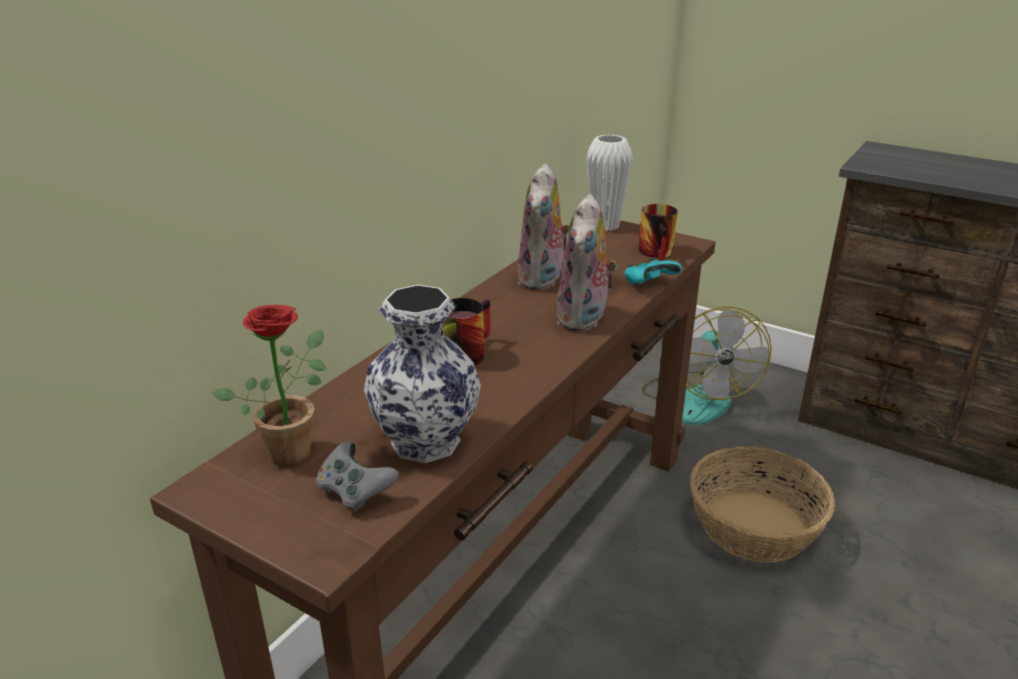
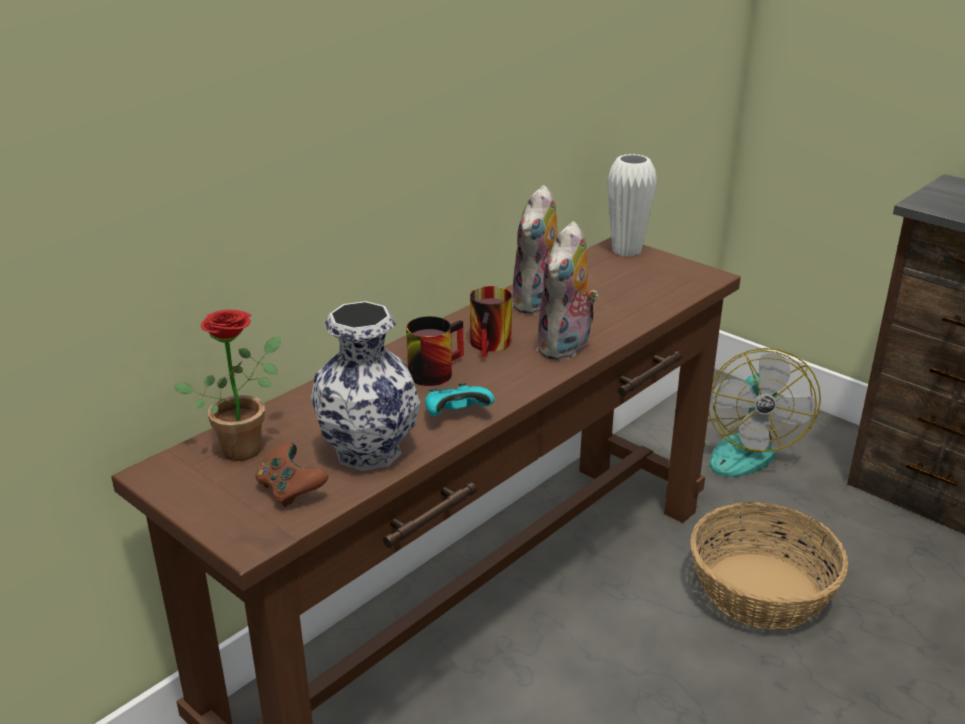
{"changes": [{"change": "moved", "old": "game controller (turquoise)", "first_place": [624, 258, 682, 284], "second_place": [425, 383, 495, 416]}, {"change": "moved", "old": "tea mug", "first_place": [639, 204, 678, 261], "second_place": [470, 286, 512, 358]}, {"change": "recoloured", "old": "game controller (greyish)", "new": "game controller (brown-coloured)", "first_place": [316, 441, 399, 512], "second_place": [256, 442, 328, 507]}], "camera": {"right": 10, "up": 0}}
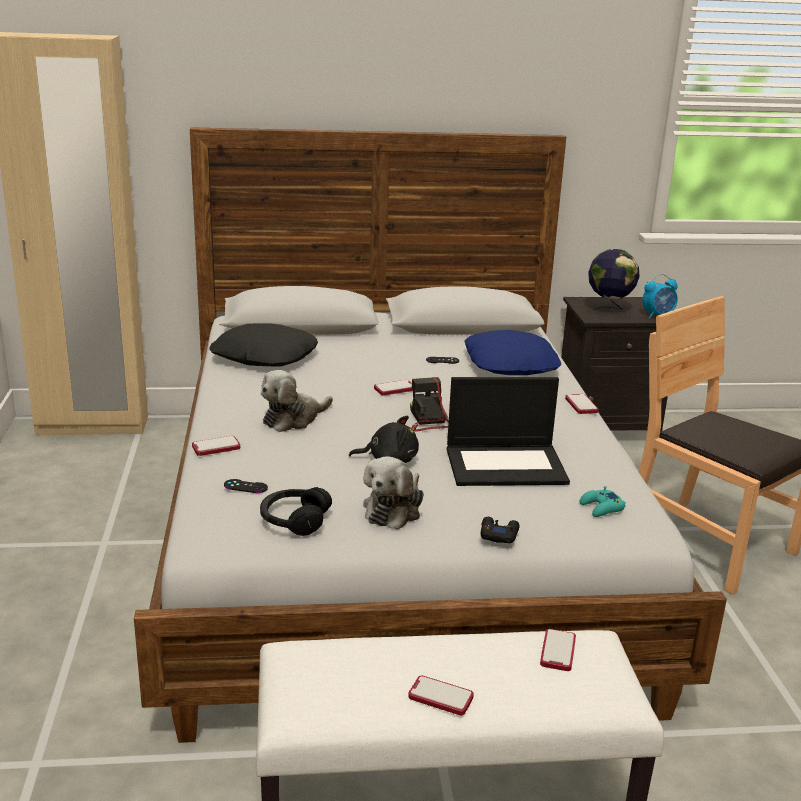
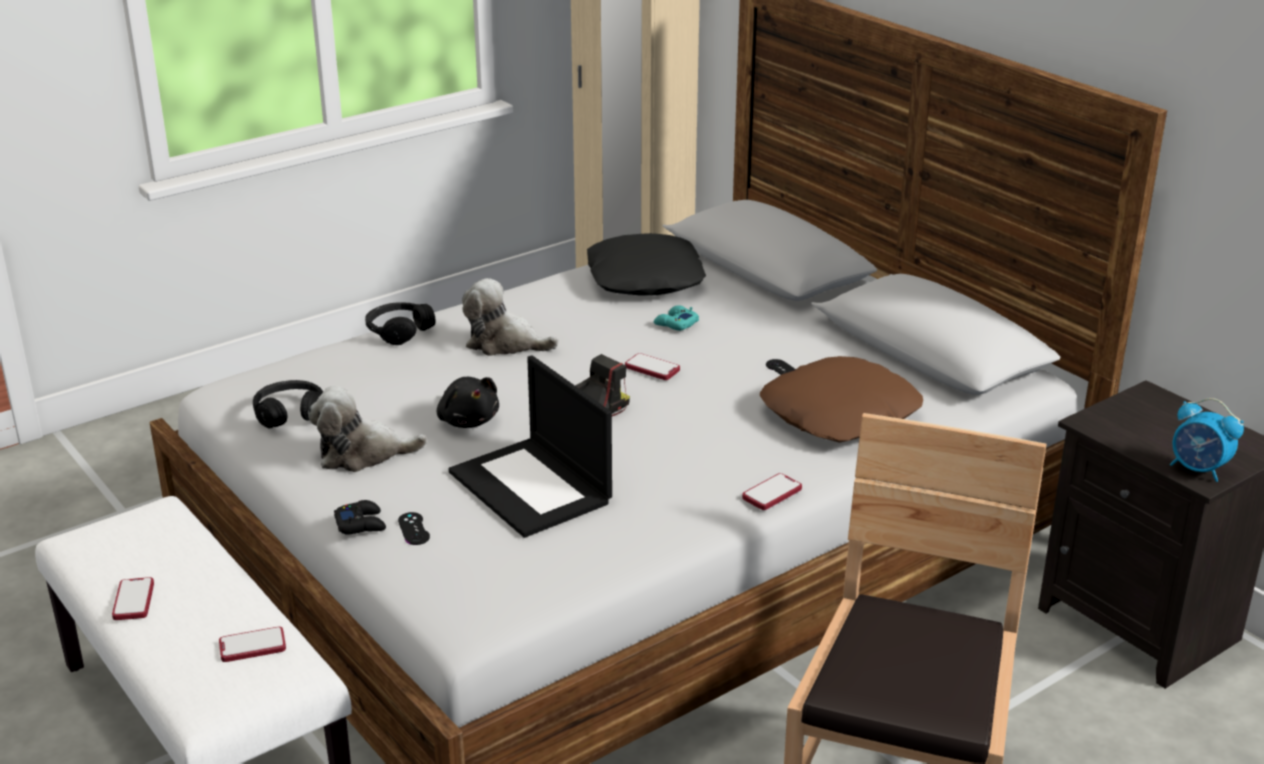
{"changes": [{"change": "removed", "old": "desk globe", "first_place": [588, 249, 640, 318]}, {"change": "moved", "old": "game controller (black)", "first_place": [224, 479, 268, 493], "second_place": [398, 512, 430, 545]}, {"change": "moved", "old": "game controller (turquoise)", "first_place": [579, 486, 626, 517], "second_place": [654, 305, 699, 331]}, {"change": "replaced", "old": "phone", "new": "headset (black)", "first_place": [192, 436, 240, 456], "second_place": [365, 302, 436, 345]}, {"change": "recoloured", "old": "cushion (blue)", "new": "cushion (brown-coloured)", "first_place": [465, 330, 562, 375], "second_place": [760, 356, 923, 443]}], "camera": {"right": 60, "up": 5}}
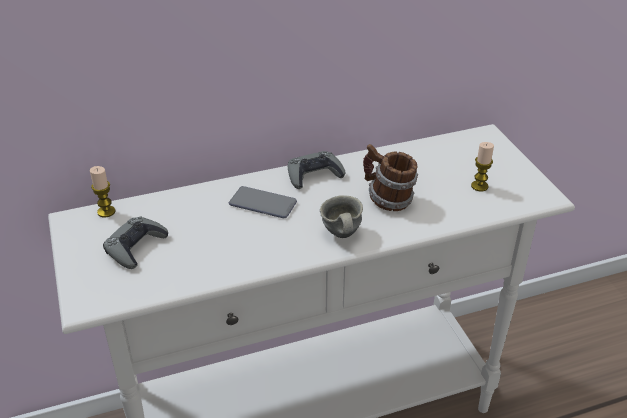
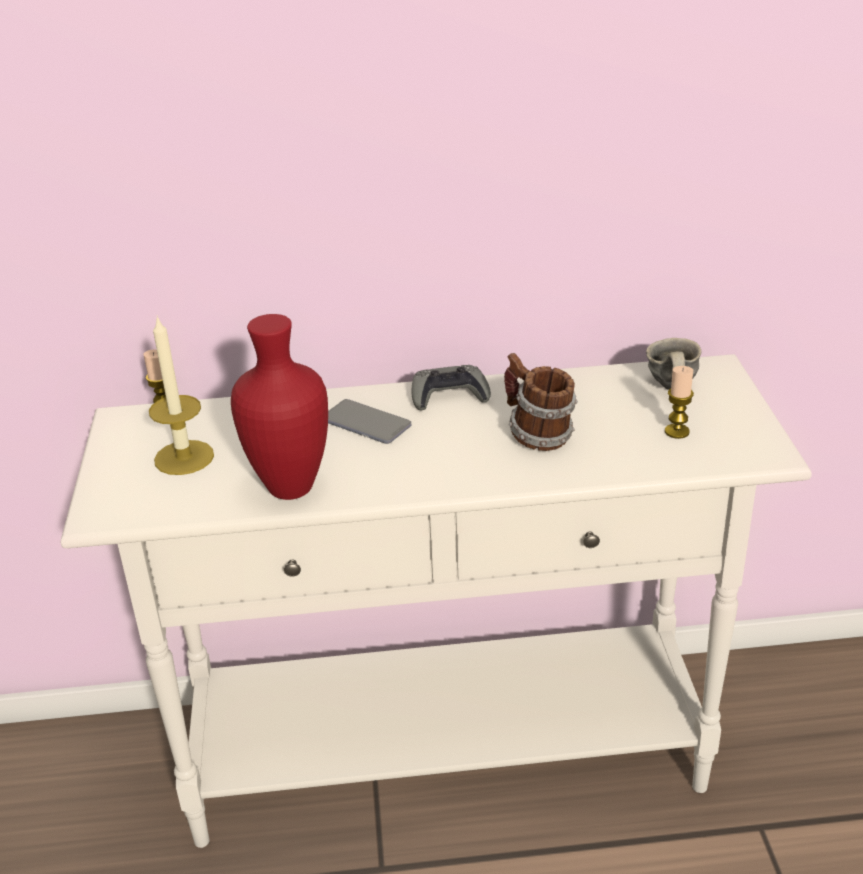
{"changes": [{"change": "added", "new": "decorative vase (reddish)", "second_place": [231, 314, 328, 500]}, {"change": "moved", "old": "tea mug (greyish)", "first_place": [320, 195, 363, 238], "second_place": [646, 338, 701, 390]}, {"change": "replaced", "old": "game controller (greyish)", "new": "wax candle", "first_place": [103, 217, 168, 269], "second_place": [149, 316, 214, 475]}], "camera": {"right": 15, "up": -5}}
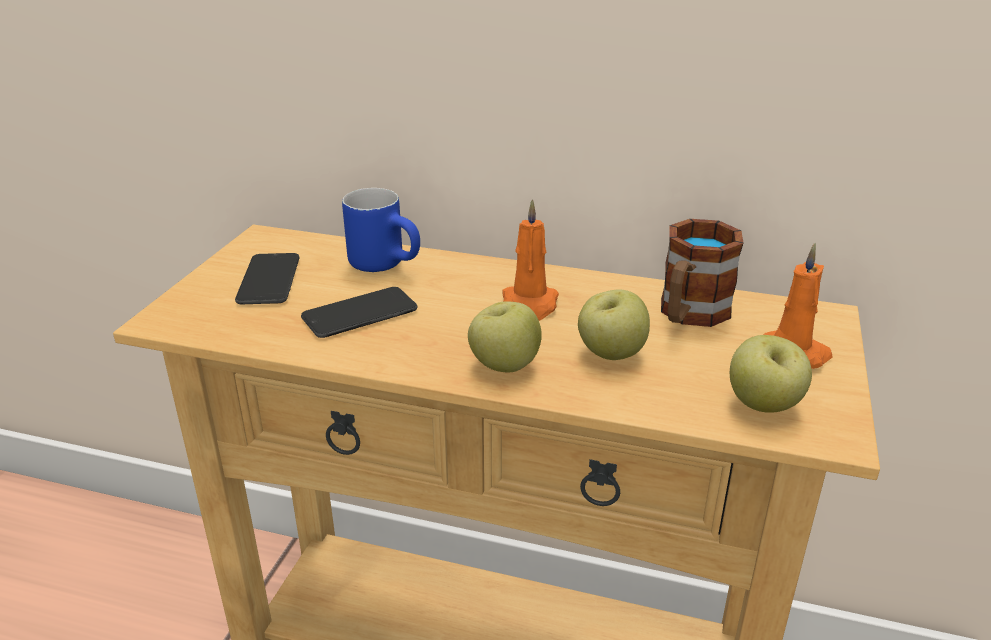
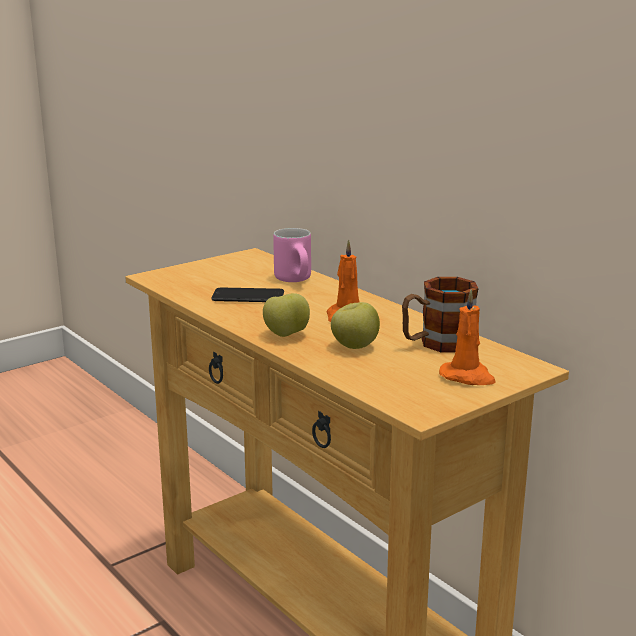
{"changes": [{"change": "removed", "old": "phone", "first_place": [235, 253, 300, 304]}, {"change": "removed", "old": "whole apple", "first_place": [730, 335, 812, 413]}, {"change": "recoloured", "old": "tea mug (blue)", "new": "tea mug (pink)", "first_place": [342, 188, 420, 272], "second_place": [273, 228, 311, 282]}], "camera": {"right": 35, "up": -10}}
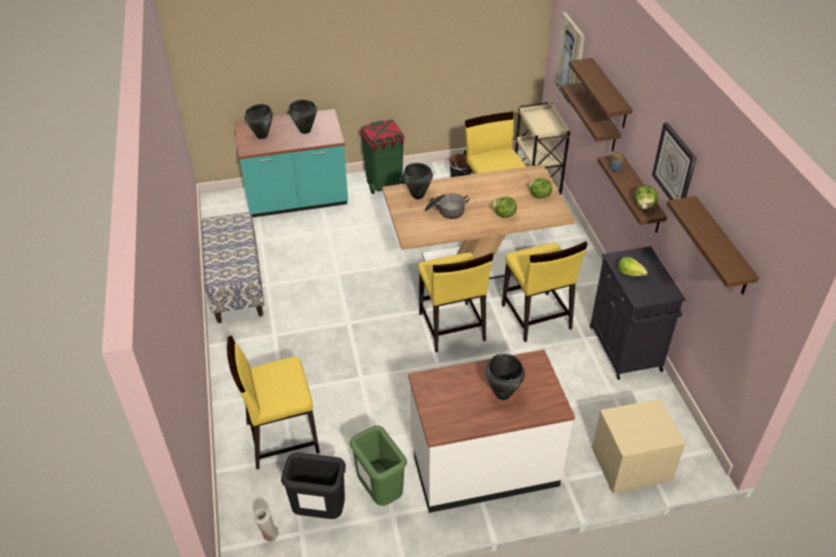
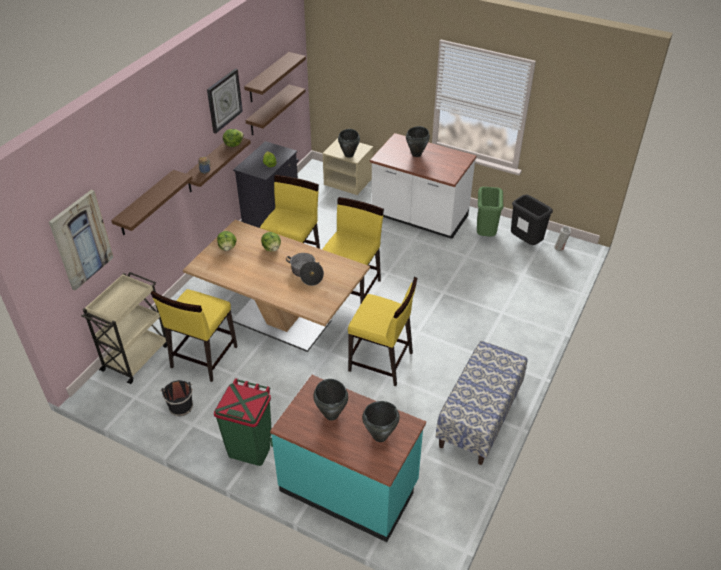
{"changes": [{"change": "moved", "old": "upright chair (yellow)", "first_place": [227, 336, 320, 470], "second_place": [348, 277, 417, 386]}, {"change": "moved", "old": "stockpot (black)", "first_place": [403, 163, 433, 199], "second_place": [338, 129, 360, 158]}, {"change": "moved", "old": "shelf (brown-coloured)", "first_place": [569, 58, 633, 128], "second_place": [245, 85, 306, 135]}], "camera": {"right": -140, "up": 0}}
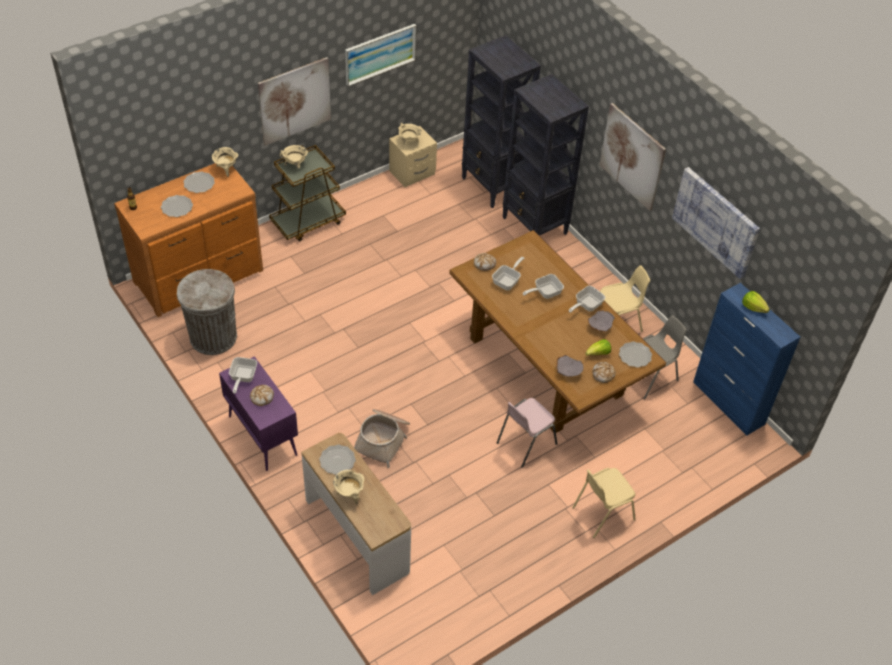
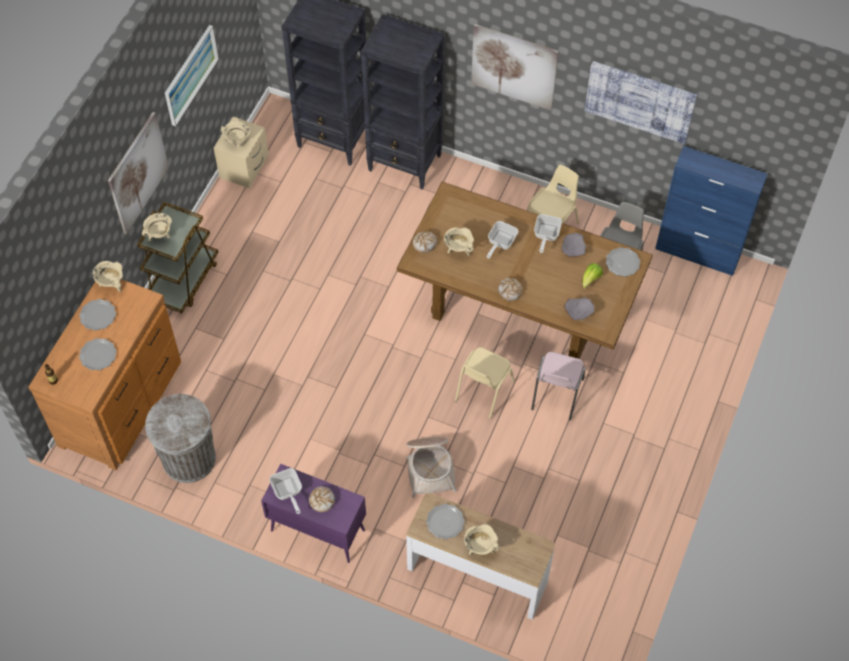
{"changes": [{"change": "removed", "old": "lettuce head", "first_place": [742, 291, 770, 313]}, {"change": "moved", "old": "upright chair (beige)", "first_place": [572, 468, 636, 538], "second_place": [455, 347, 514, 419]}, {"change": "moved", "old": "baked bread", "first_place": [592, 362, 616, 383], "second_place": [498, 278, 522, 301]}, {"change": "replaced", "old": "frying pan", "new": "stockpot (beige)", "first_place": [492, 257, 524, 290], "second_place": [444, 227, 474, 256]}], "camera": {"right": -30, "up": 10}}
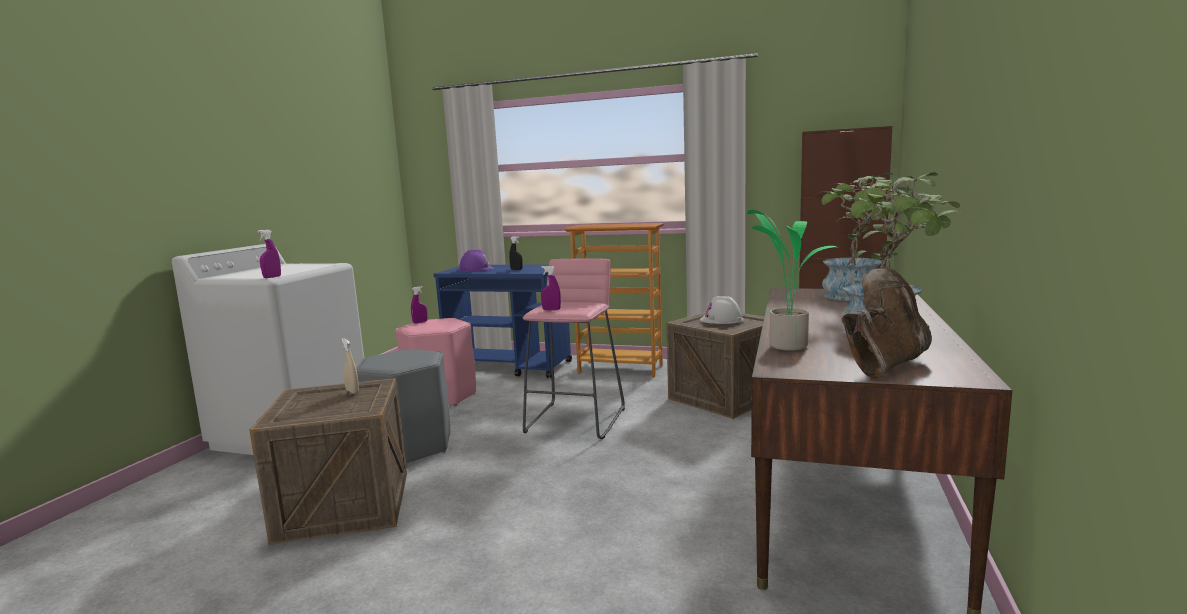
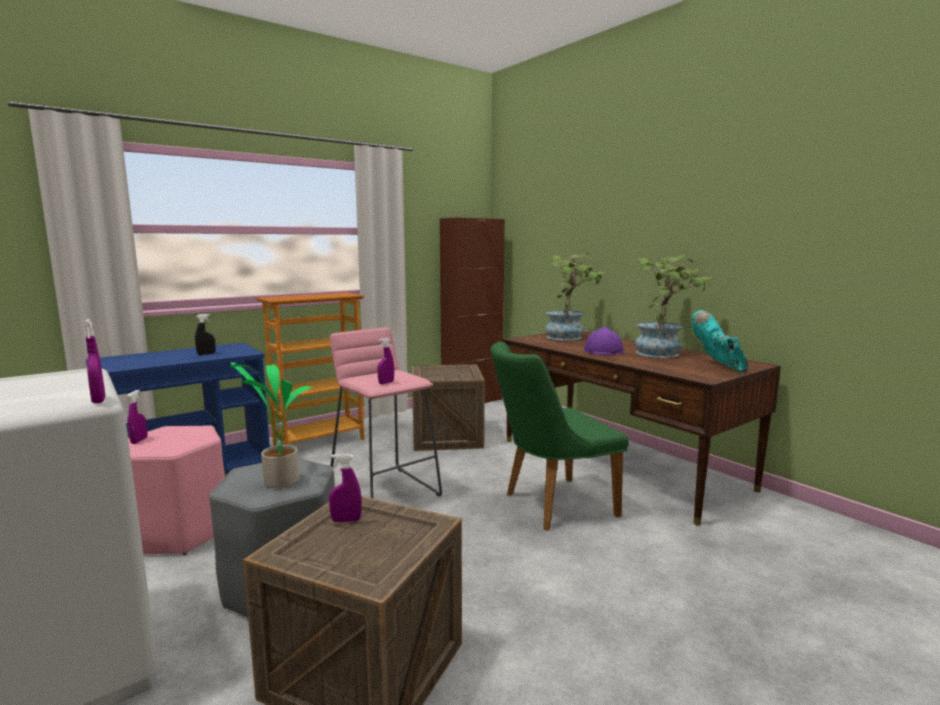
{"changes": [{"change": "removed", "old": "work helmet (whitish)", "first_place": [700, 296, 743, 324]}, {"change": "added", "new": "upright chair (greenish)", "second_place": [491, 342, 629, 531]}, {"change": "moved", "old": "work helmet (purplish)", "first_place": [458, 249, 494, 272], "second_place": [584, 327, 624, 355]}, {"change": "moved", "old": "plant in a pot", "first_place": [747, 210, 839, 351], "second_place": [230, 362, 313, 488]}, {"change": "recoloured", "old": "sprayer (beige)", "new": "sprayer (purplish)", "first_place": [341, 339, 359, 394], "second_place": [329, 454, 362, 522]}, {"change": "recoloured", "old": "tall boot (brown-coloured)", "new": "tall boot (turquoise)", "first_place": [842, 266, 932, 379], "second_place": [691, 310, 748, 373]}], "camera": {"right": -55, "up": 0}}
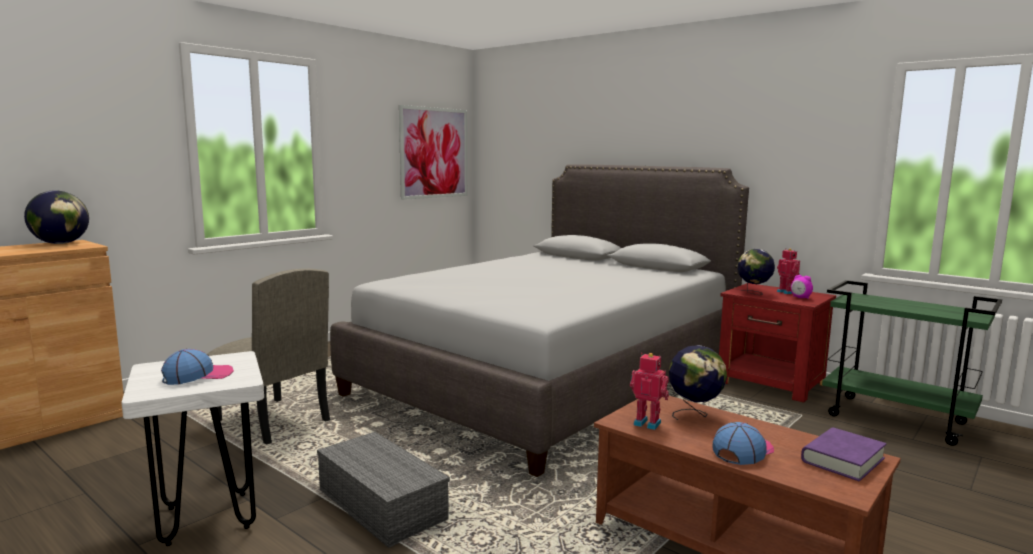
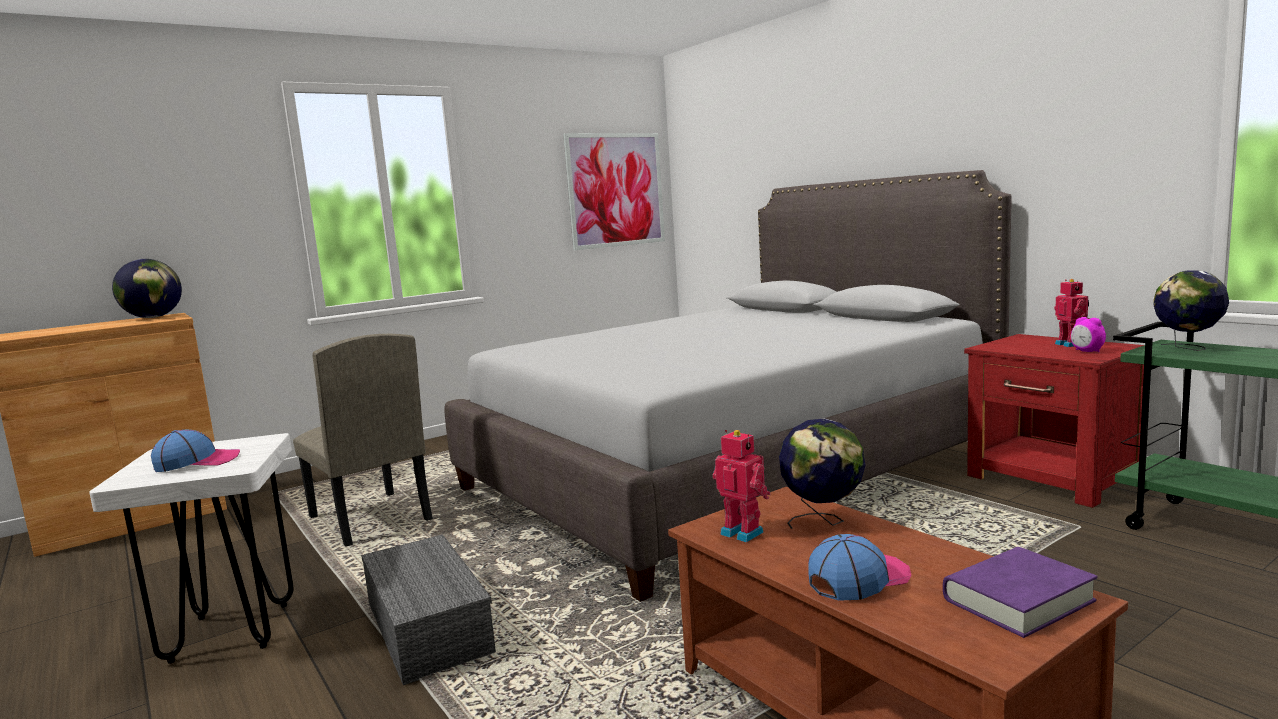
{"changes": [{"change": "moved", "old": "desk globe", "first_place": [737, 249, 775, 295], "second_place": [1154, 271, 1229, 351]}], "camera": {"right": 15, "up": 0}}
